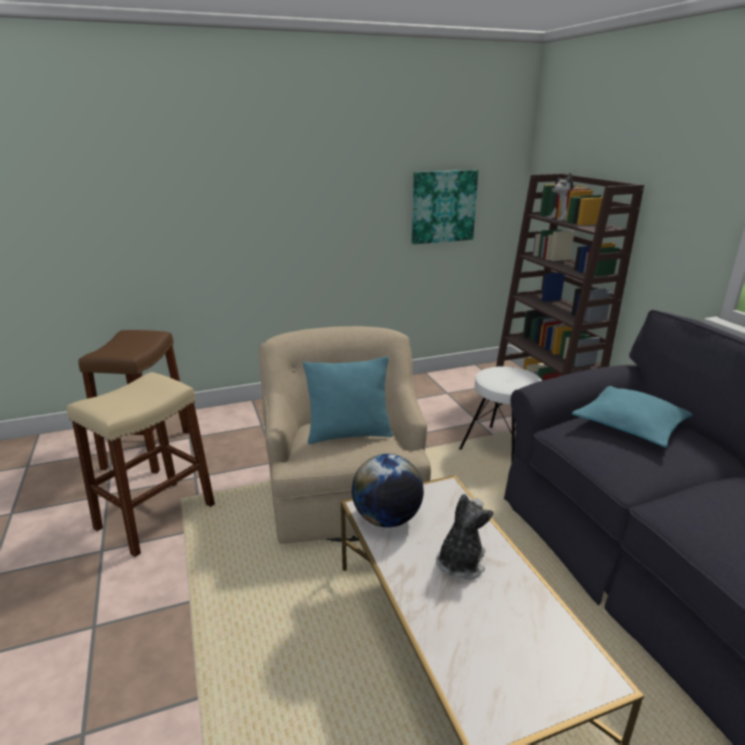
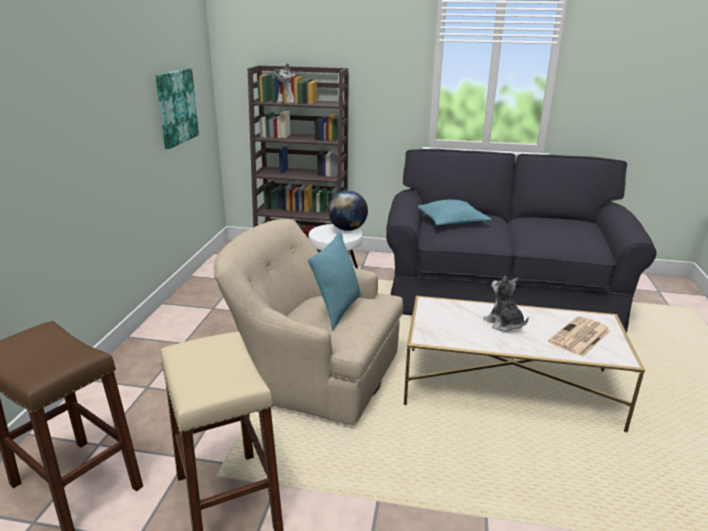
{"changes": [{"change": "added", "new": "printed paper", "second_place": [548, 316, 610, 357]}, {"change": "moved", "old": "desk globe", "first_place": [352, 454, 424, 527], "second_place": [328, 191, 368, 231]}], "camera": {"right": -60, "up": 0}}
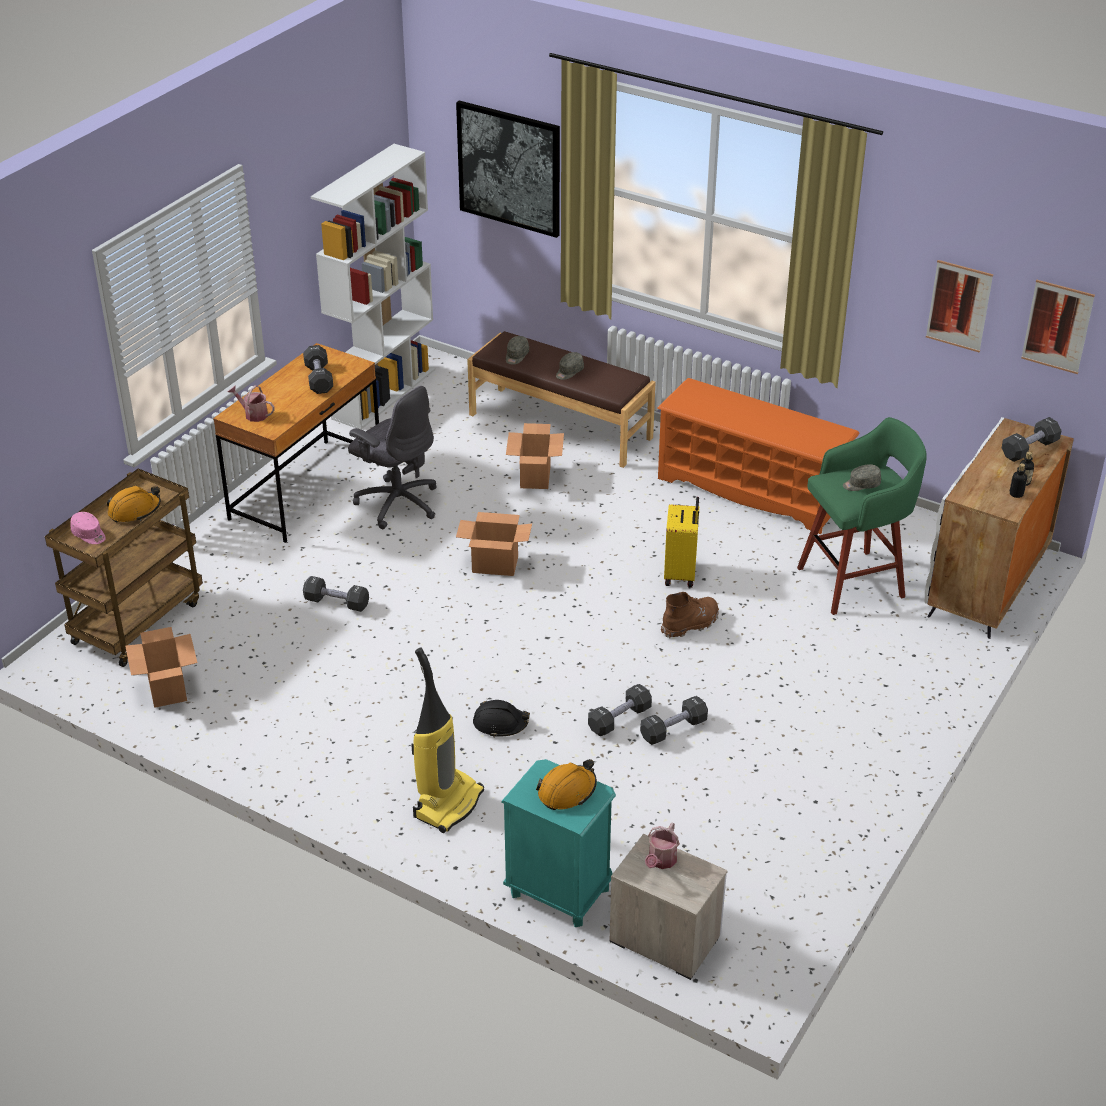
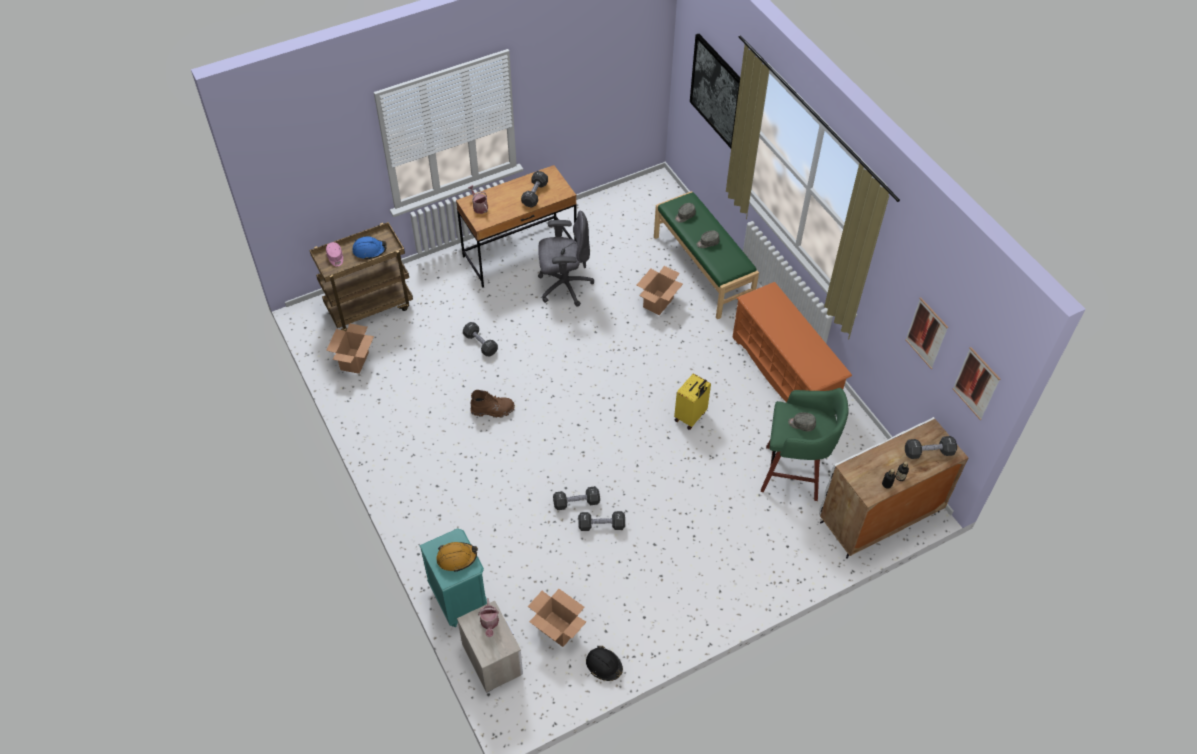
{"changes": [{"change": "removed", "old": "shelving unit (whitish)", "first_place": [311, 144, 436, 430]}, {"change": "removed", "old": "vacuum cleaner", "first_place": [411, 648, 484, 833]}, {"change": "moved", "old": "packing box", "first_place": [456, 512, 532, 576], "second_place": [528, 589, 586, 647]}, {"change": "moved", "old": "work helmet (black)", "first_place": [473, 700, 530, 738], "second_place": [586, 646, 623, 681]}, {"change": "moved", "old": "tall boot (brown-coloured)", "first_place": [661, 592, 719, 638], "second_place": [470, 390, 515, 418]}, {"change": "recoloured", "old": "work helmet (orange-coloured)", "new": "work helmet (blue)", "first_place": [107, 486, 161, 523], "second_place": [352, 236, 387, 260]}, {"change": "recoloured", "old": "bench (brown-coloured)", "new": "bench (greenish)", "first_place": [467, 331, 655, 468], "second_place": [654, 191, 759, 319]}, {"change": "turned", "old": "desk chair (greyish)", "first_place": [348, 386, 437, 529], "second_place": [538, 211, 594, 307], "degrees": -75}, {"change": "turned", "old": "watering can", "first_place": [645, 822, 680, 869], "second_place": [478, 598, 499, 637], "degrees": -60}], "camera": {"right": 30, "up": 15}}
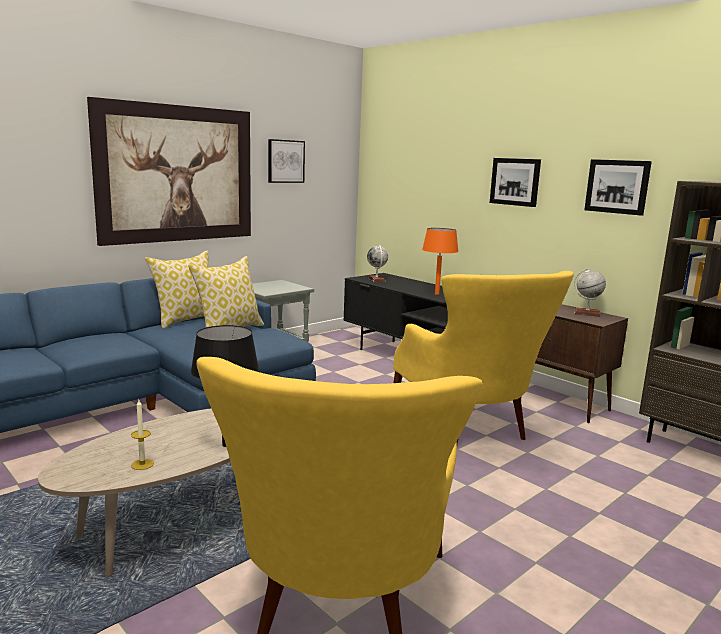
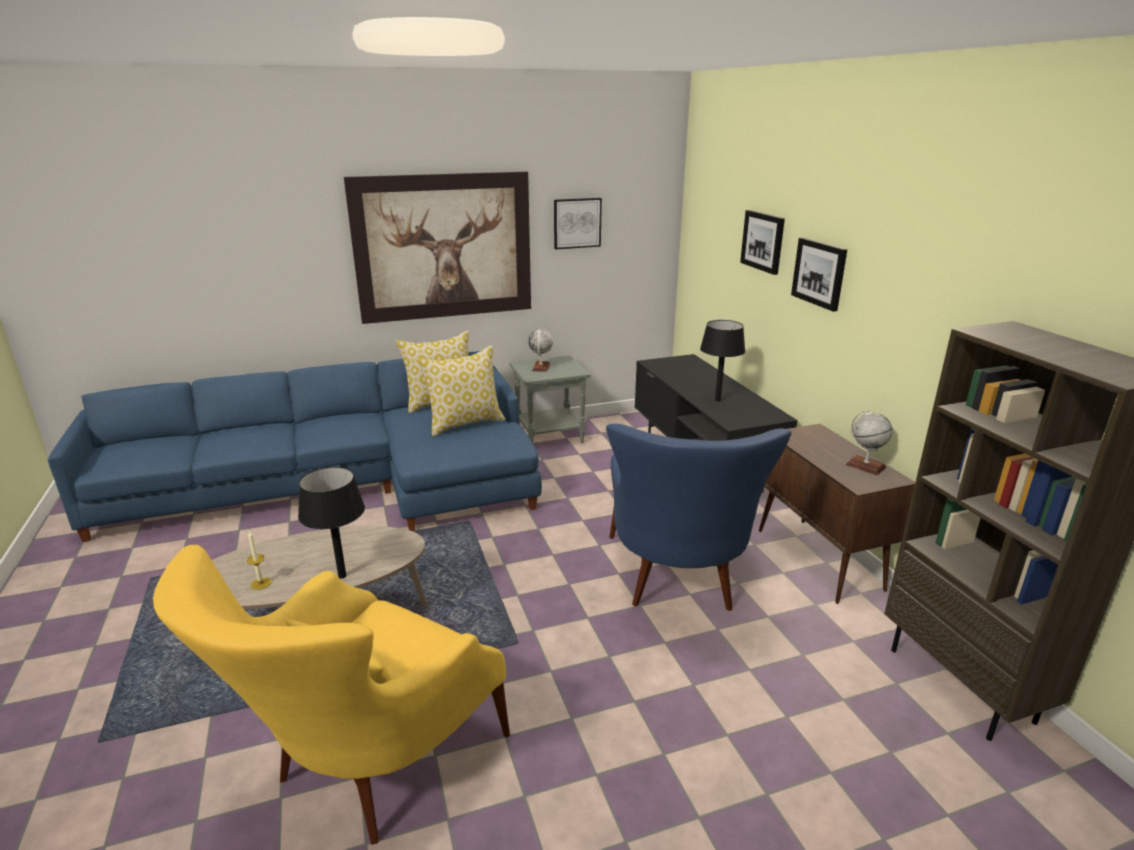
{"changes": [{"change": "moved", "old": "desk globe", "first_place": [367, 245, 388, 282], "second_place": [528, 329, 553, 372]}, {"change": "moved", "old": "picture", "first_place": [584, 159, 652, 216], "second_place": [740, 210, 785, 275]}, {"change": "recoloured", "old": "lounge chair (yellow)", "new": "lounge chair (blue)", "first_place": [393, 271, 574, 443], "second_place": [606, 424, 792, 611]}, {"change": "recoloured", "old": "lamp for a table (orange-coloured)", "new": "lamp for a table (black)", "first_place": [422, 228, 458, 295], "second_place": [700, 320, 745, 401]}], "camera": {"right": 25, "up": 10}}
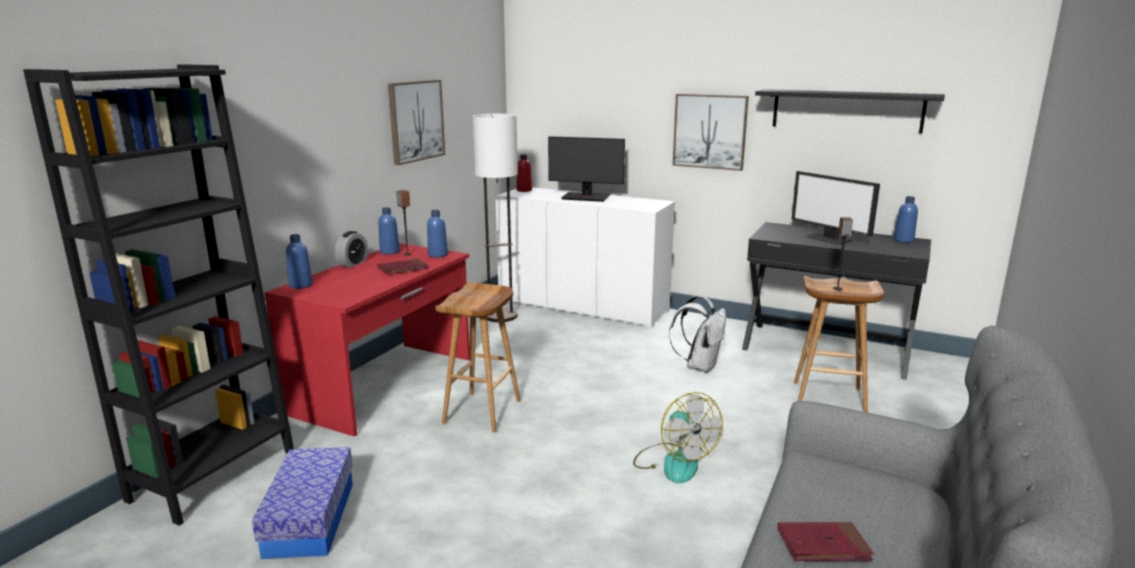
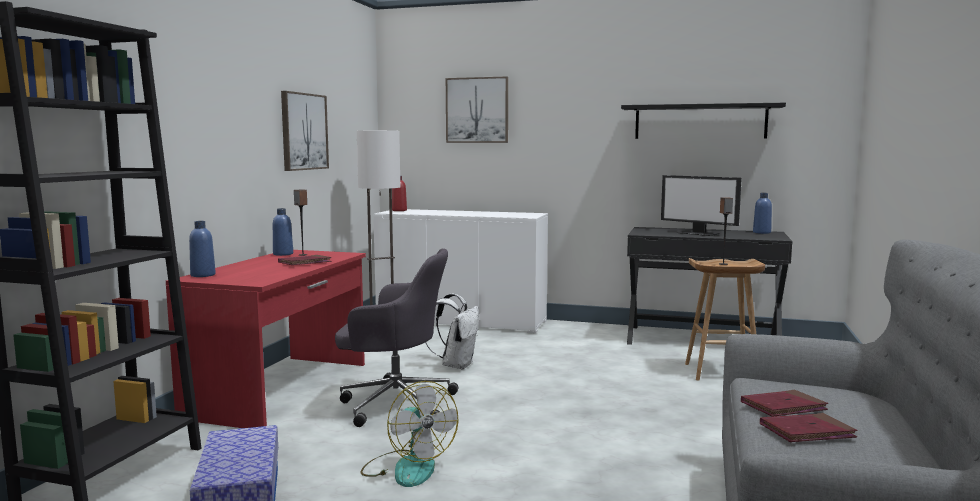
{"changes": [{"change": "removed", "old": "bedside clock", "first_place": [335, 231, 368, 268]}, {"change": "removed", "old": "bottle (blue)", "first_place": [427, 210, 448, 258]}, {"change": "removed", "old": "computer display", "first_place": [548, 136, 625, 202]}, {"change": "added", "new": "bound book (reddish)", "second_place": [741, 390, 828, 417]}, {"change": "moved", "old": "cooling fan", "first_place": [633, 392, 723, 483], "second_place": [360, 381, 459, 487]}, {"change": "moved", "old": "rucksack (whitish)", "first_place": [669, 295, 726, 373], "second_place": [425, 293, 479, 370]}, {"change": "moved", "old": "picture", "first_place": [672, 94, 749, 171], "second_place": [446, 76, 508, 143]}, {"change": "replaced", "old": "sitting stool (brown-coloured)", "new": "desk chair (greyish)", "first_place": [435, 282, 521, 433], "second_place": [335, 248, 458, 427]}], "camera": {"right": -10, "up": -10}}
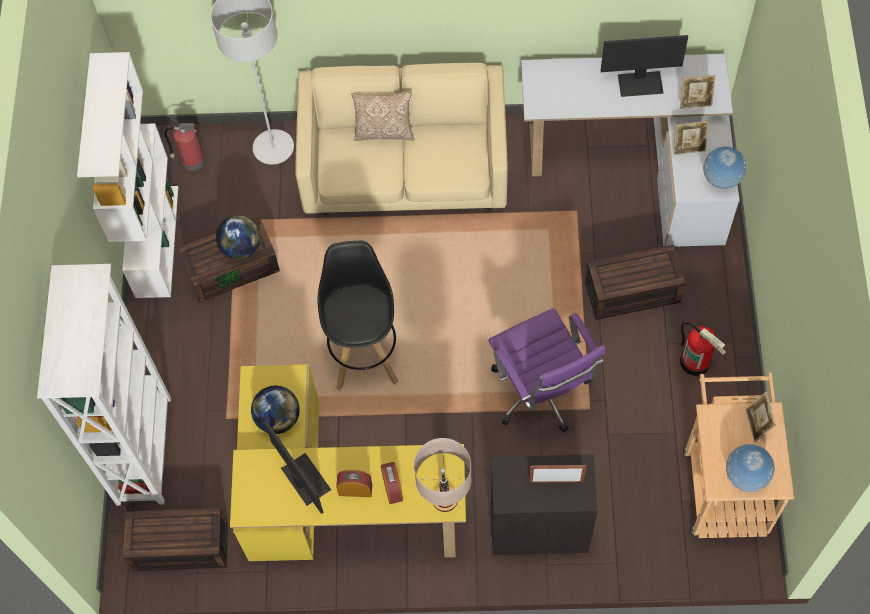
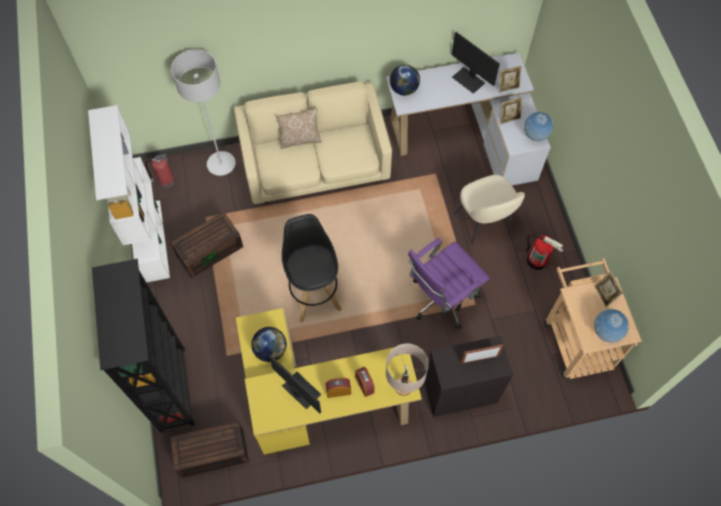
{"changes": [{"change": "moved", "old": "desk globe", "first_place": [216, 215, 260, 259], "second_place": [390, 64, 420, 96]}, {"change": "replaced", "old": "storage box (brown-coloured)", "new": "upright chair (beige)", "first_place": [585, 245, 685, 320], "second_place": [455, 175, 525, 245]}, {"change": "recoloured", "old": "shelving unit (whitish)", "new": "shelving unit (black)", "first_place": [37, 264, 171, 506], "second_place": [92, 259, 195, 433]}, {"change": "turned", "old": "desk chair (purplish)", "first_place": [489, 308, 605, 433], "second_place": [408, 238, 490, 329], "degrees": 90}, {"change": "turned", "old": "computer display", "first_place": [601, 35, 688, 97], "second_place": [452, 32, 500, 94], "degrees": 60}], "camera": {"right": -15, "up": 0}}
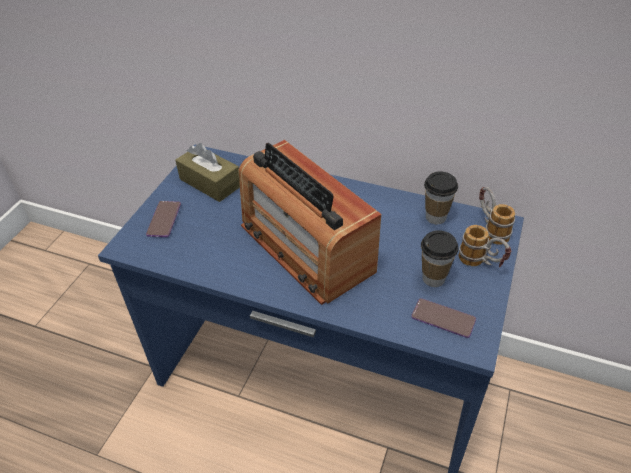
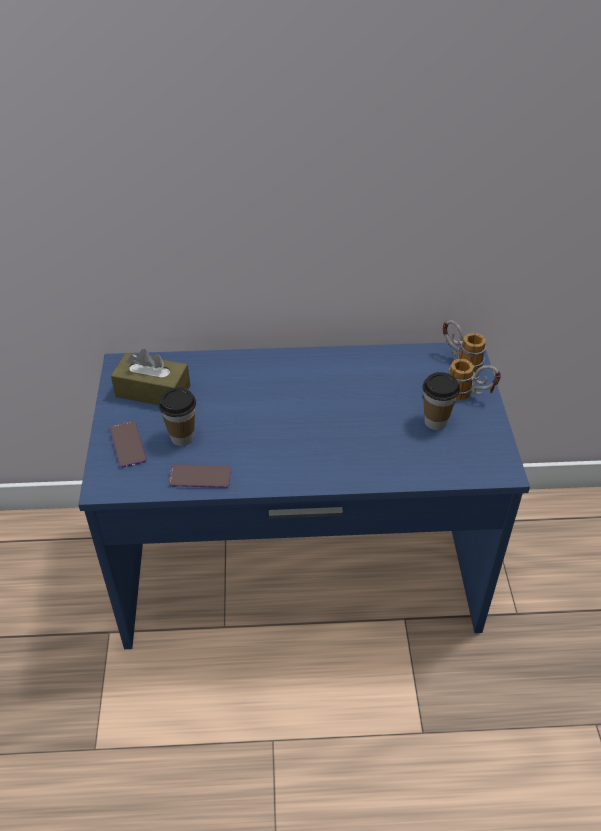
{"changes": [{"change": "removed", "old": "radio receiver", "first_place": [238, 140, 381, 305]}, {"change": "moved", "old": "phone", "first_place": [411, 298, 476, 338], "second_place": [168, 464, 231, 488]}, {"change": "moved", "old": "small cup", "first_place": [424, 172, 458, 224], "second_place": [158, 388, 196, 446]}], "camera": {"right": -25, "up": 0}}
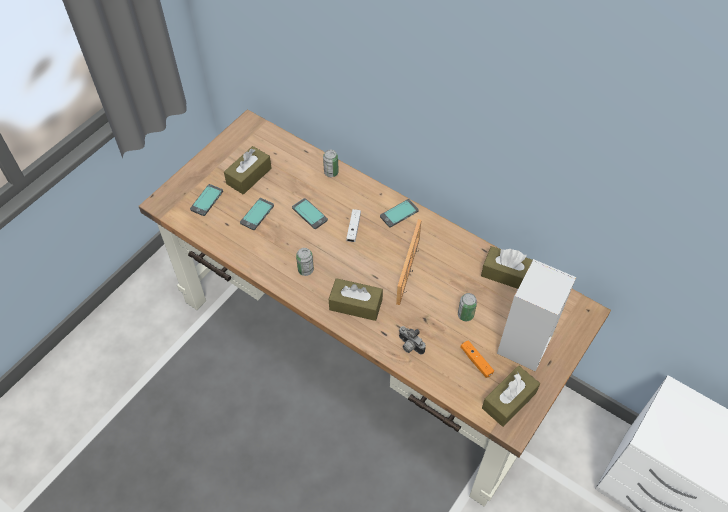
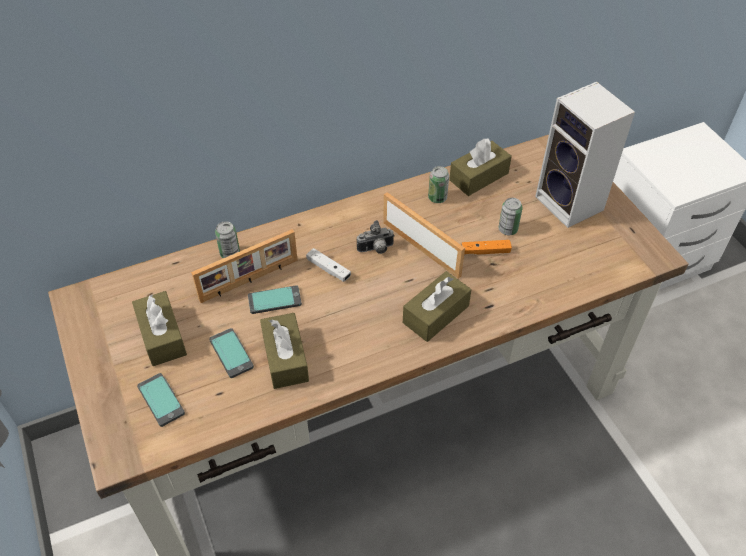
{"changes": [{"change": "removed", "old": "phone", "first_place": [380, 199, 419, 227]}, {"change": "added", "new": "standing frame", "second_place": [191, 229, 298, 303]}, {"change": "moved", "old": "can", "first_place": [296, 248, 314, 276], "second_place": [428, 166, 449, 203]}, {"change": "moved", "old": "photo camera", "first_place": [399, 326, 426, 355], "second_place": [357, 220, 394, 254]}, {"change": "moved", "old": "game controller (orange-coloured)", "first_place": [461, 340, 494, 378], "second_place": [462, 240, 512, 255]}, {"change": "moved", "old": "tissue box (brown-coloured)", "first_place": [482, 366, 540, 427], "second_place": [260, 313, 309, 389]}], "camera": {"right": -60, "up": -5}}
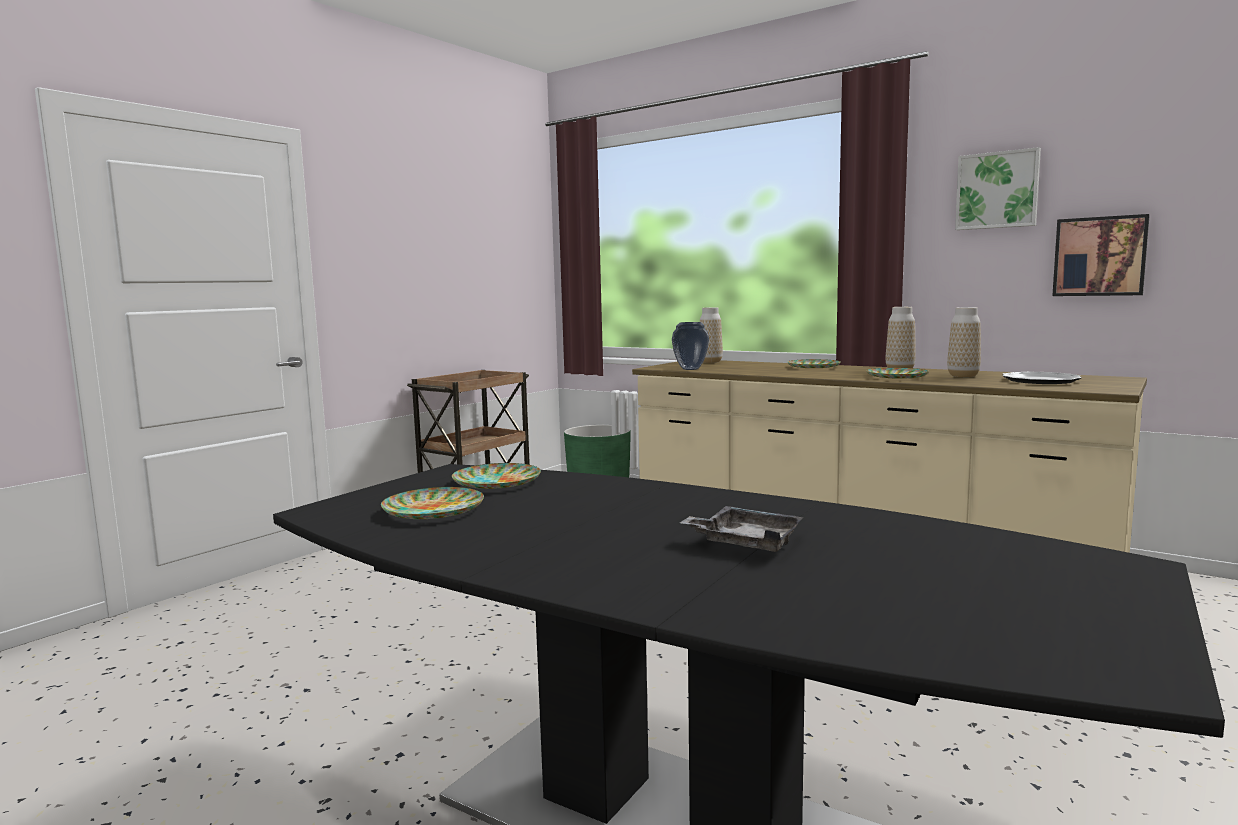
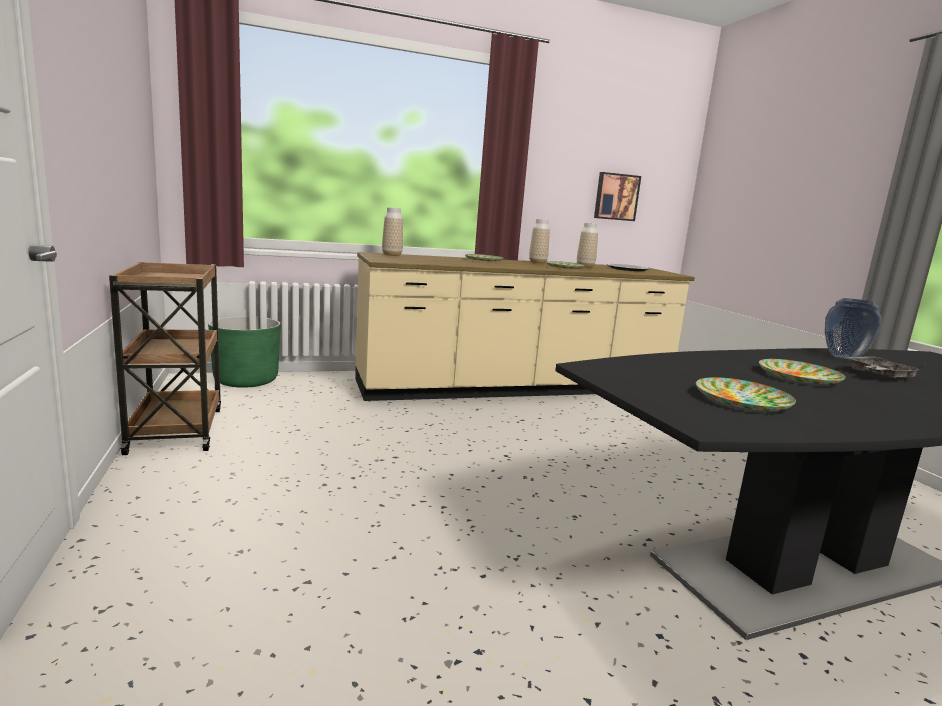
{"changes": [{"change": "removed", "old": "picture", "first_place": [955, 147, 1041, 230]}, {"change": "moved", "old": "flat dish", "first_place": [452, 463, 541, 489], "second_place": [759, 359, 846, 384]}, {"change": "moved", "old": "decorative vase", "first_place": [672, 322, 709, 370], "second_place": [825, 298, 882, 361]}], "camera": {"right": -55, "up": 5}}
